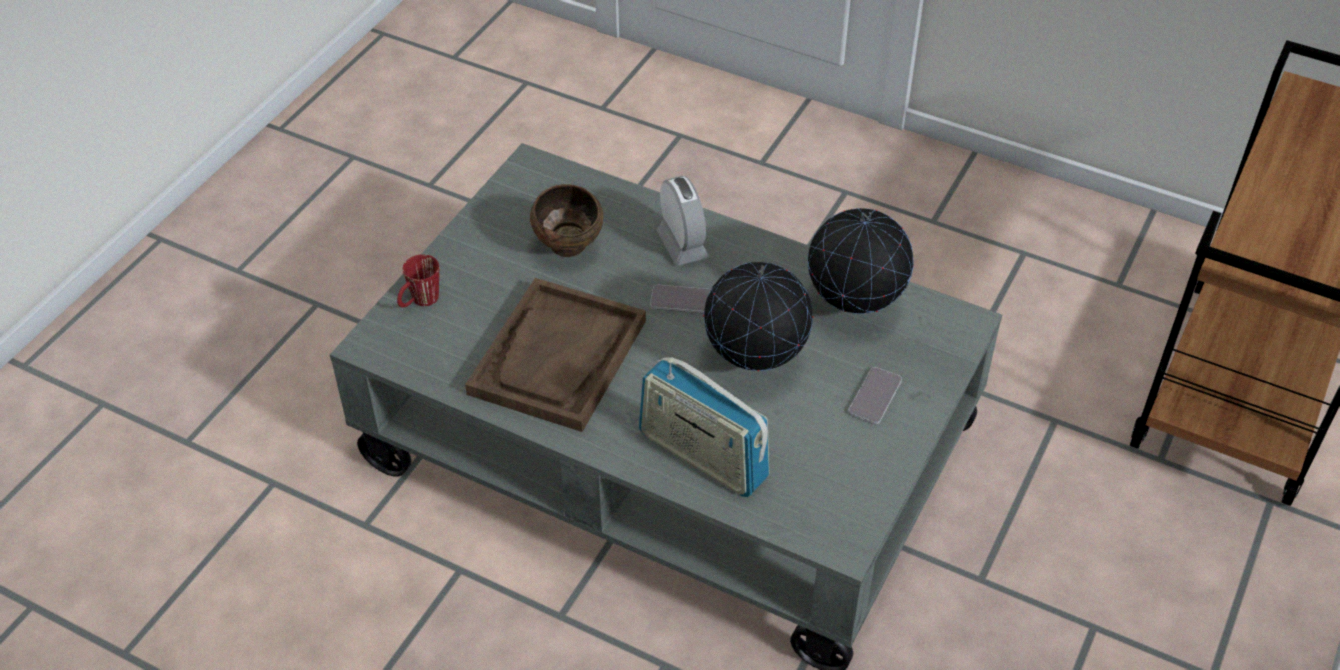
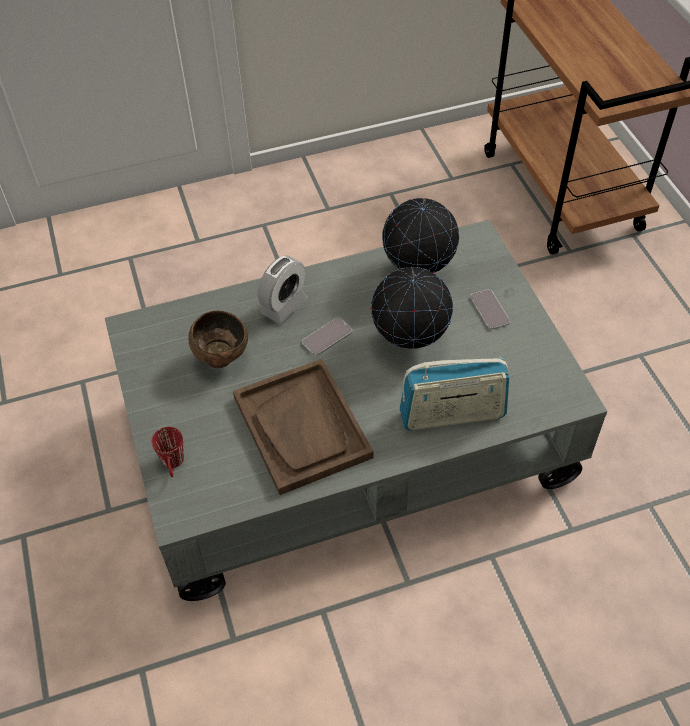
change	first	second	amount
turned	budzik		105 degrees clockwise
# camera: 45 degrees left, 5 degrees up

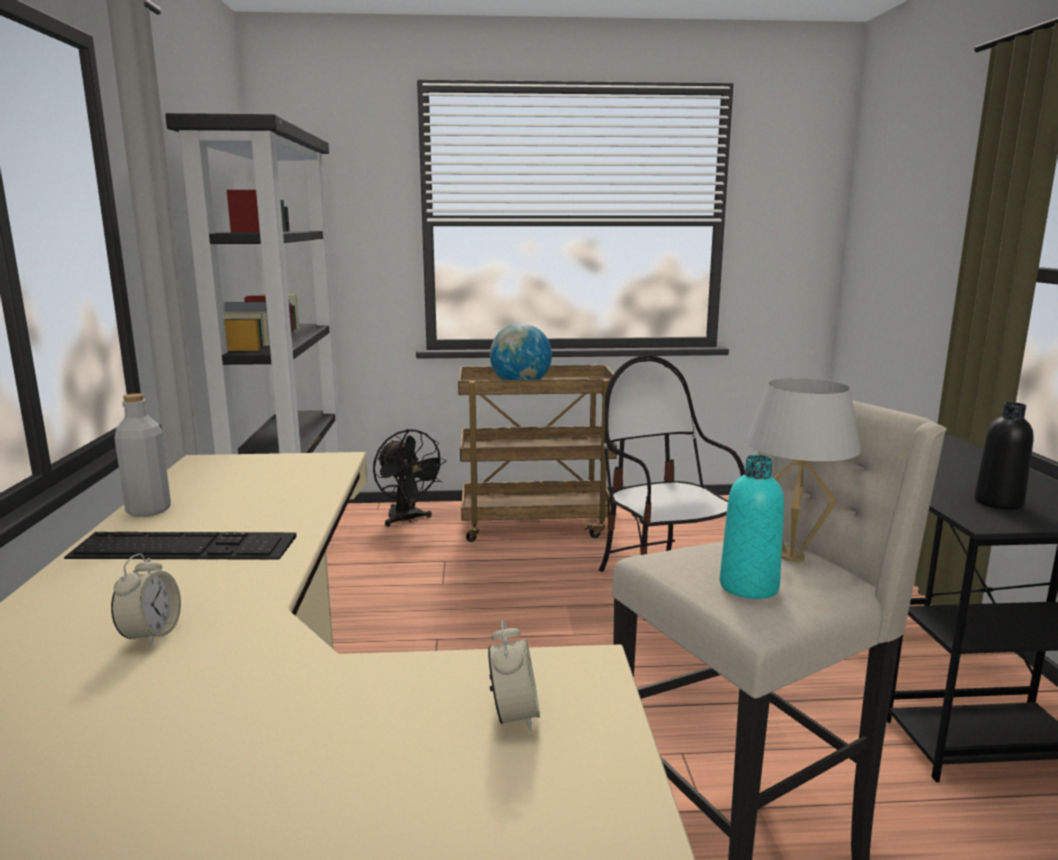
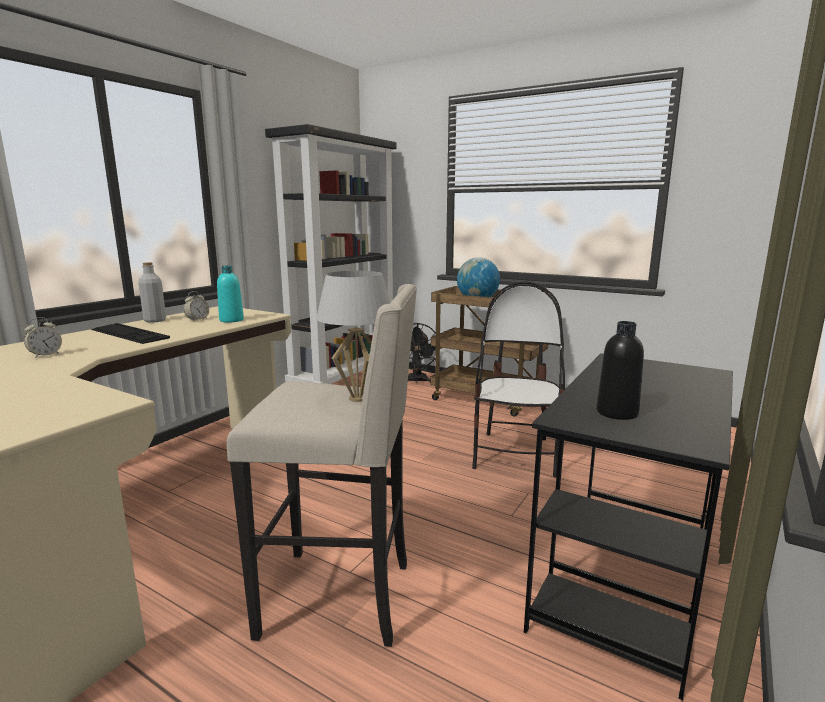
change	first	second	amount
moved	budzik (2nd from left)		
moved	butelka [turkusowy]		
# camera: 35 degrees right, 0 degrees up

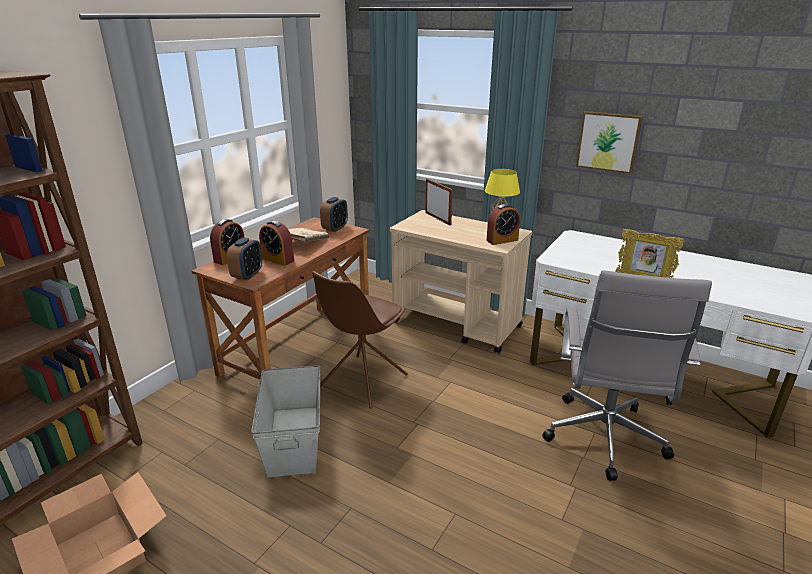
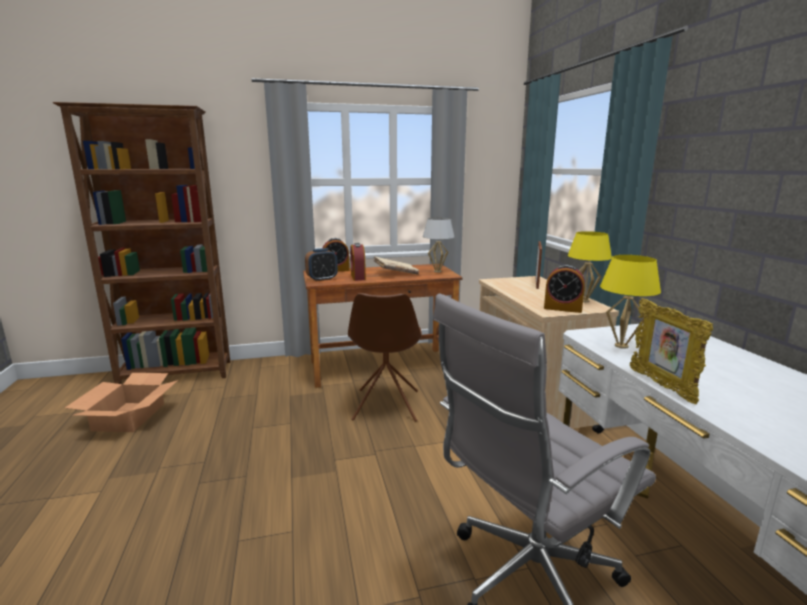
change	first	second	amount
removed	pojemnik do przechowywania [szary]		
turned	krzesło [brązowy]		75 degrees counterclockwise
replaced	budzik (4th from left)	lampa stołowa [biały]	
removed	obraz		
added		lampa stołowa [żółty] (2nd from left)	
# camera: 45 degrees right, 10 degrees down

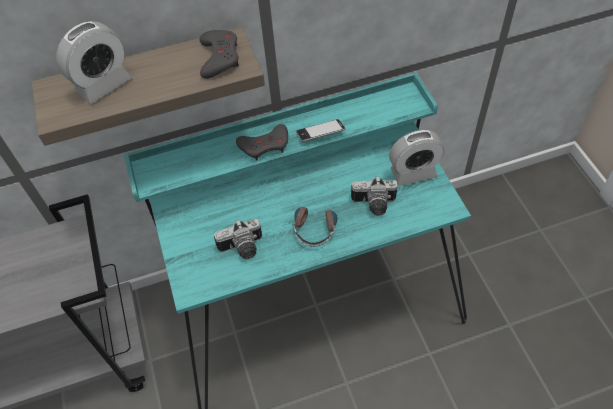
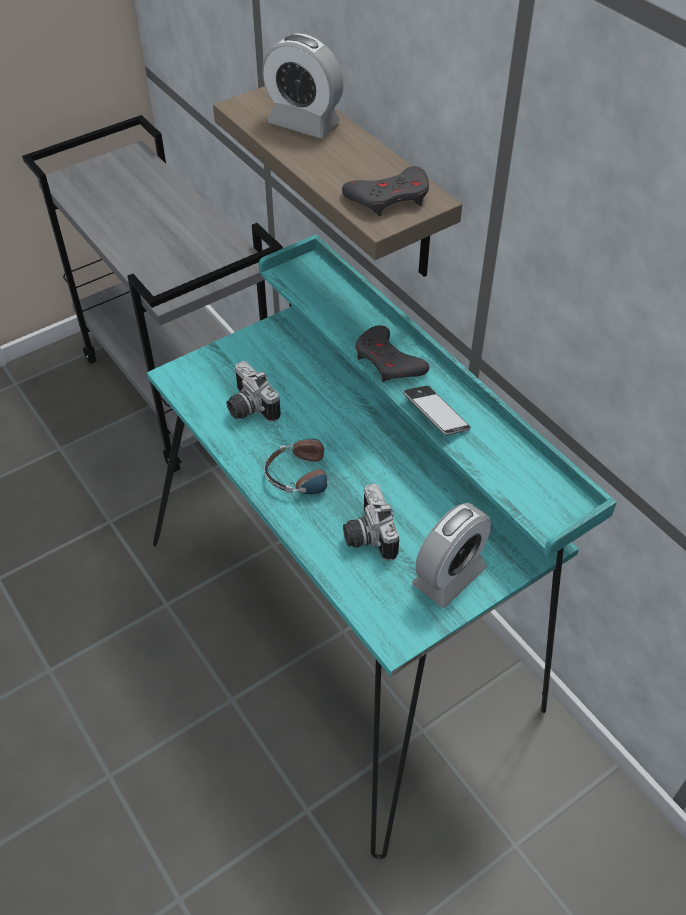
change	first	second	amount
turned	budzik (2nd from left)		105 degrees counterclockwise
# camera: 70 degrees right, 5 degrees down

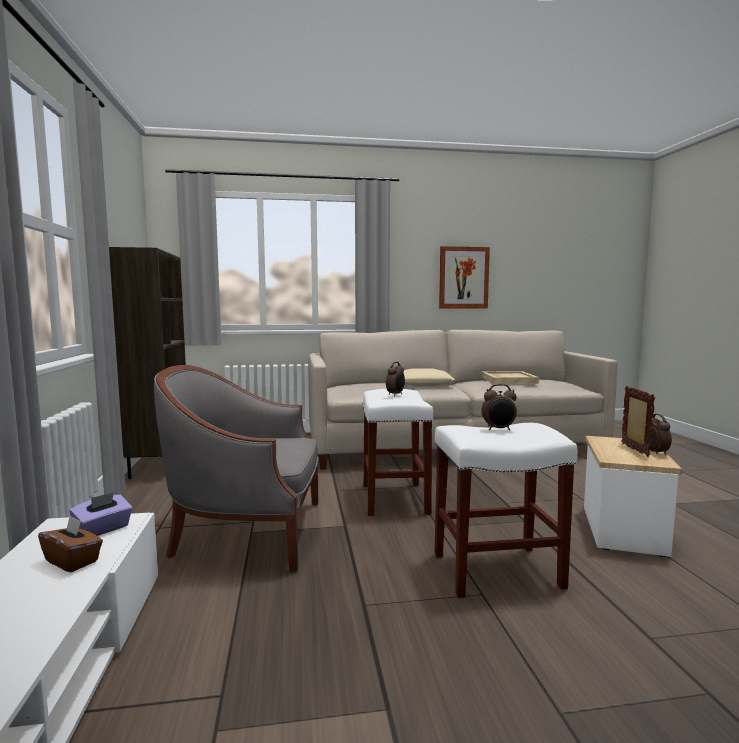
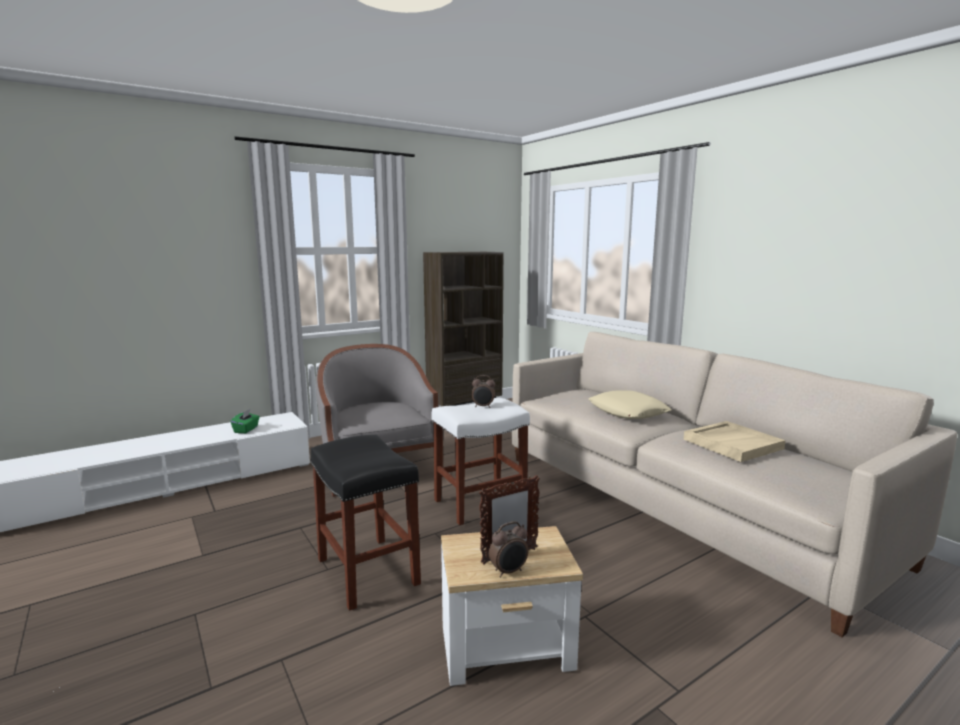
change	first	second	amount
recoloured	pudełko chusteczek [brązowy]	pudełko chusteczek [zielony]	
removed	pudełko chusteczek [fioletowy]		
recoloured	stołek [biały] (2nd from left)	stołek [czarny]	
removed	obraz		
removed	budzik (2nd from left)		
# camera: 65 degrees right, 5 degrees up

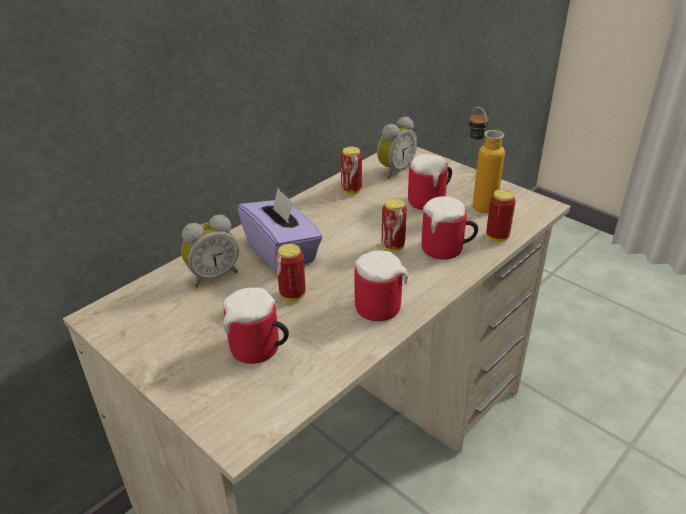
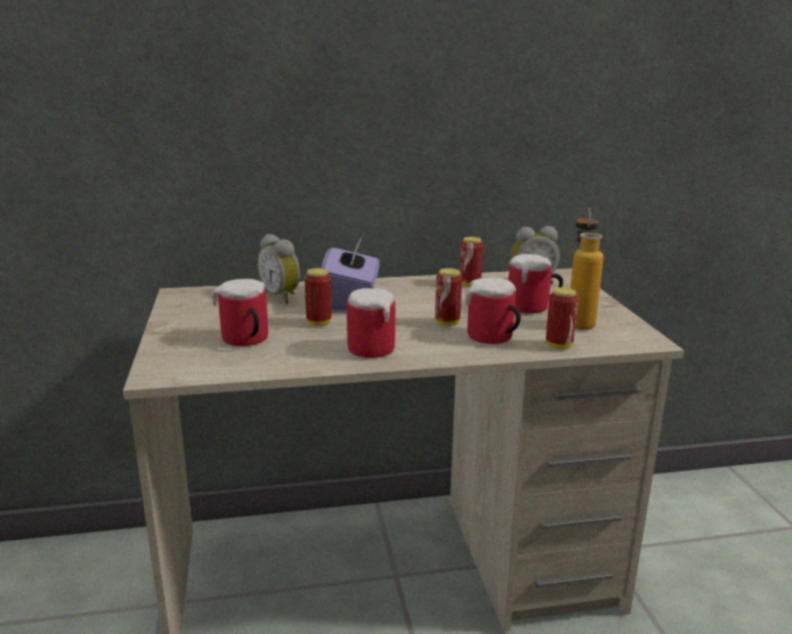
change	first	second	amount
turned	budzik (1st from left)		45 degrees clockwise
# camera: 35 degrees right, 15 degrees down

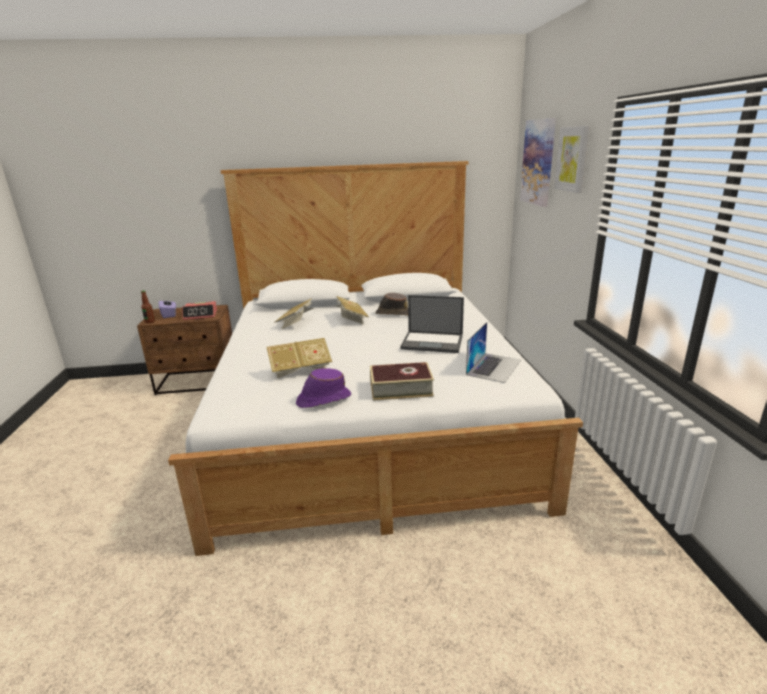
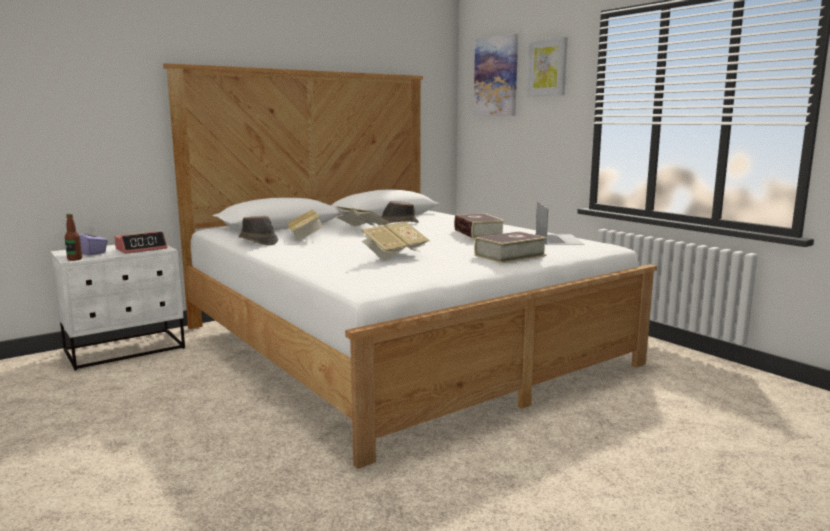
change	first	second	amount
recoloured	szafka nocna [brązowy]	szafka nocna [biały]	
removed	kapelusz [fioletowy]		
replaced	laptop (1st from left)	książka (4th from left)	
added		kapelusz [brązowy] (1st from left)	
# camera: 30 degrees left, 10 degrees down

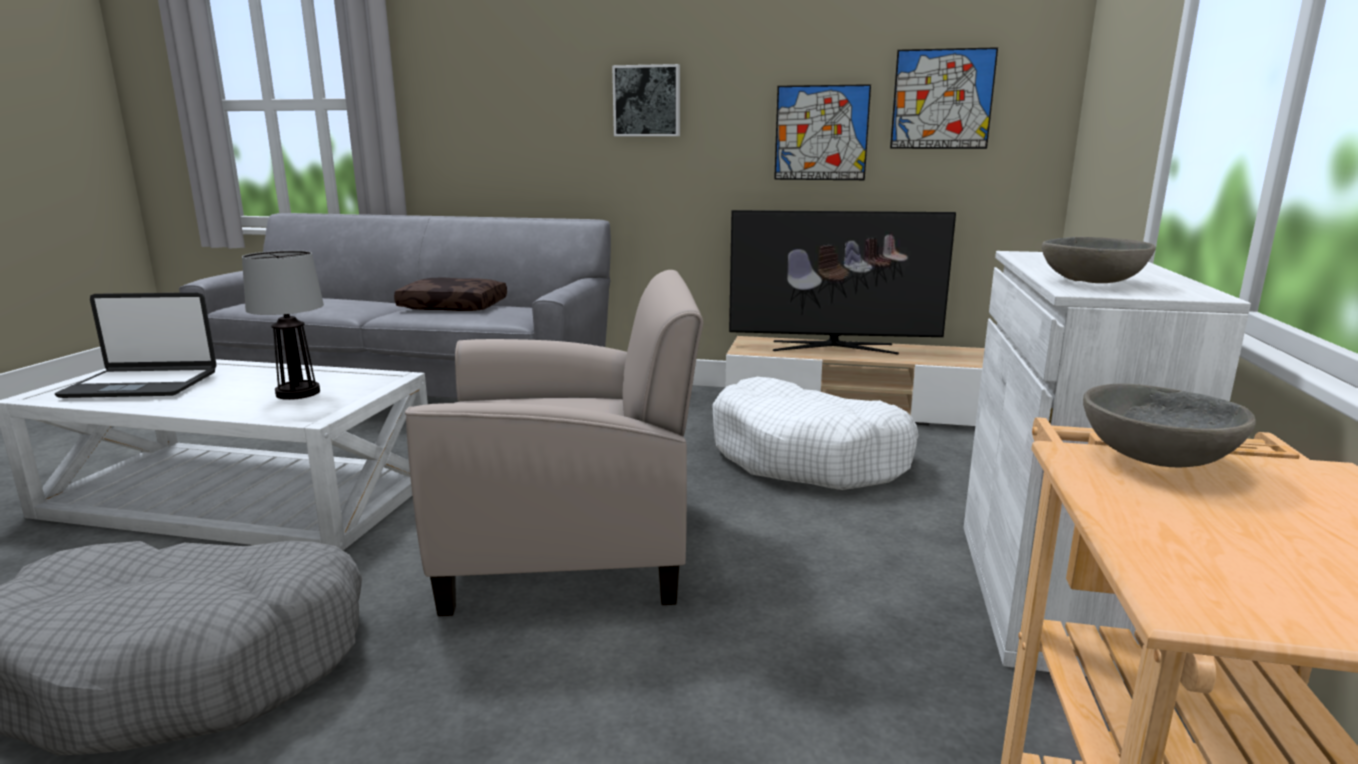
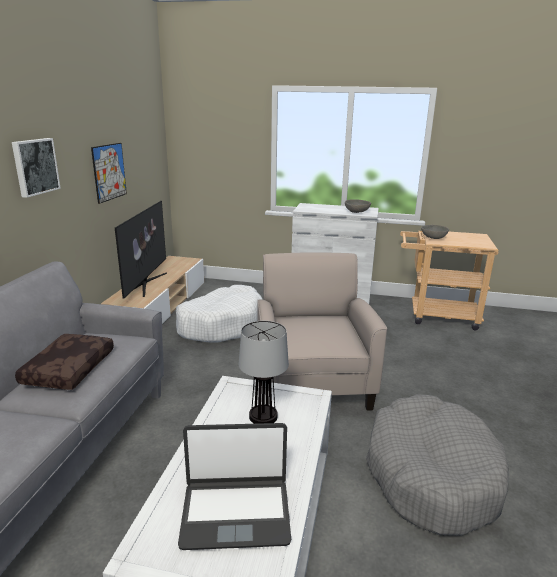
change	first	second	amount
turned	laptop		90 degrees clockwise
removed	obraz (3rd from left)		
# camera: 90 degrees left, 5 degrees up

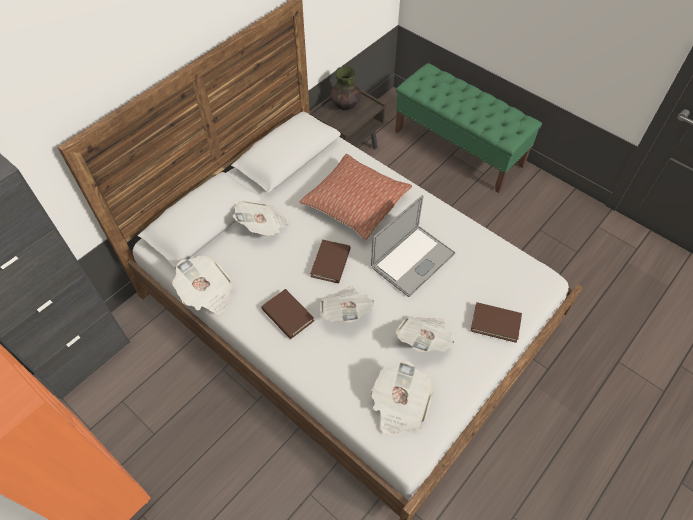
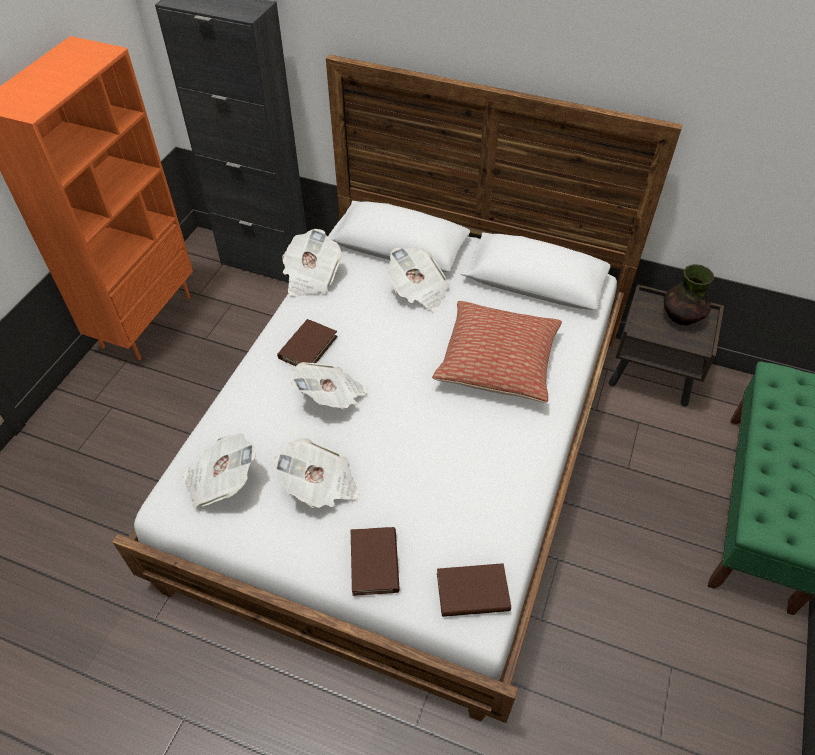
change	first	second	amount
moved	książka [brązowy] (2nd from left in the first image)	książka [brązowy] (3rd from left)	
removed	laptop		
# camera: 70 degrees right, 5 degrees down

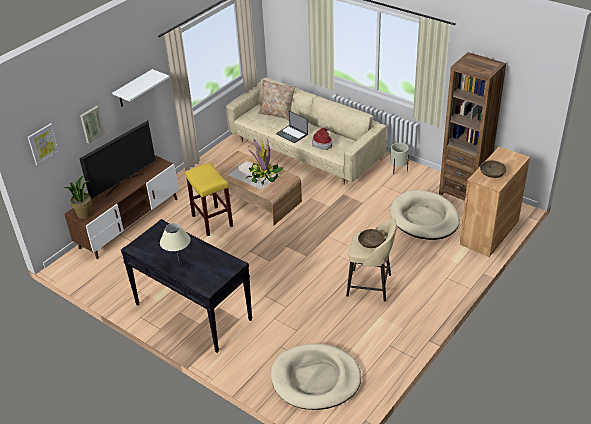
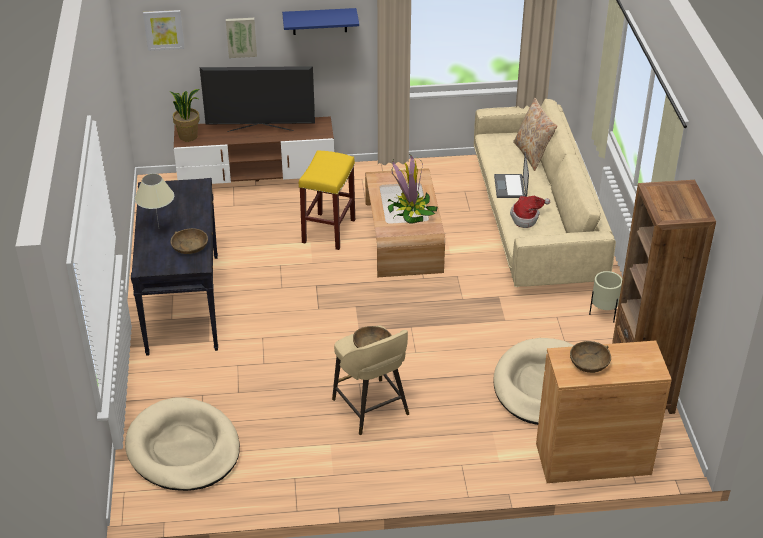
change	first	second	amount
recoloured	półka [biały]	półka [niebieski]	
added		miska [brązowy] (1st from left)	
# camera: 45 degrees right, 0 degrees up

